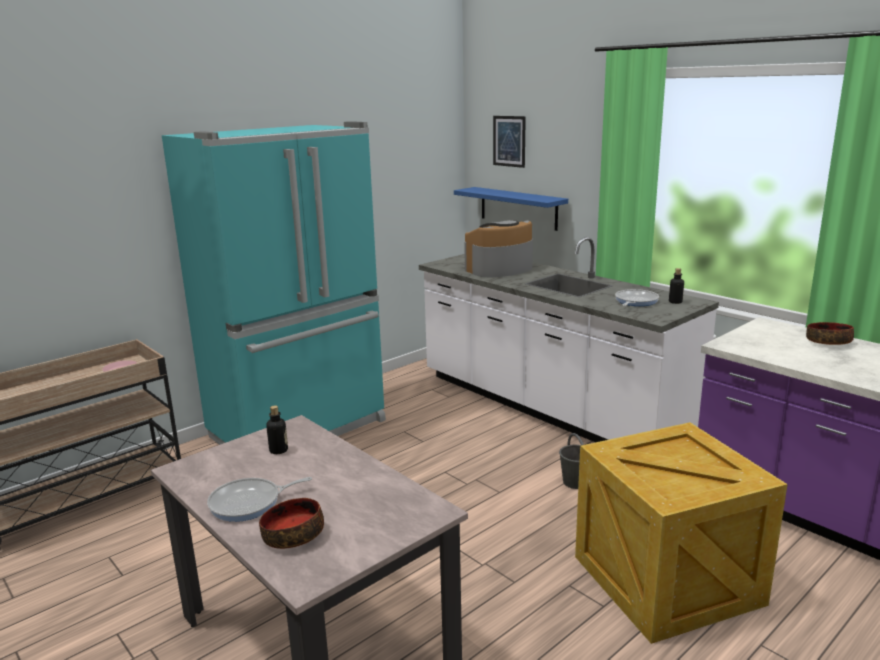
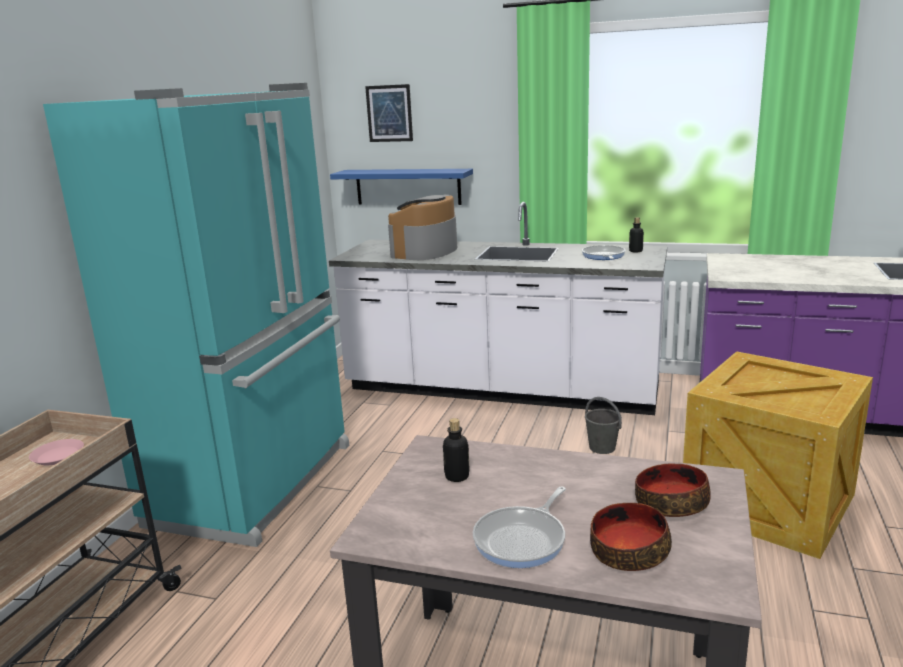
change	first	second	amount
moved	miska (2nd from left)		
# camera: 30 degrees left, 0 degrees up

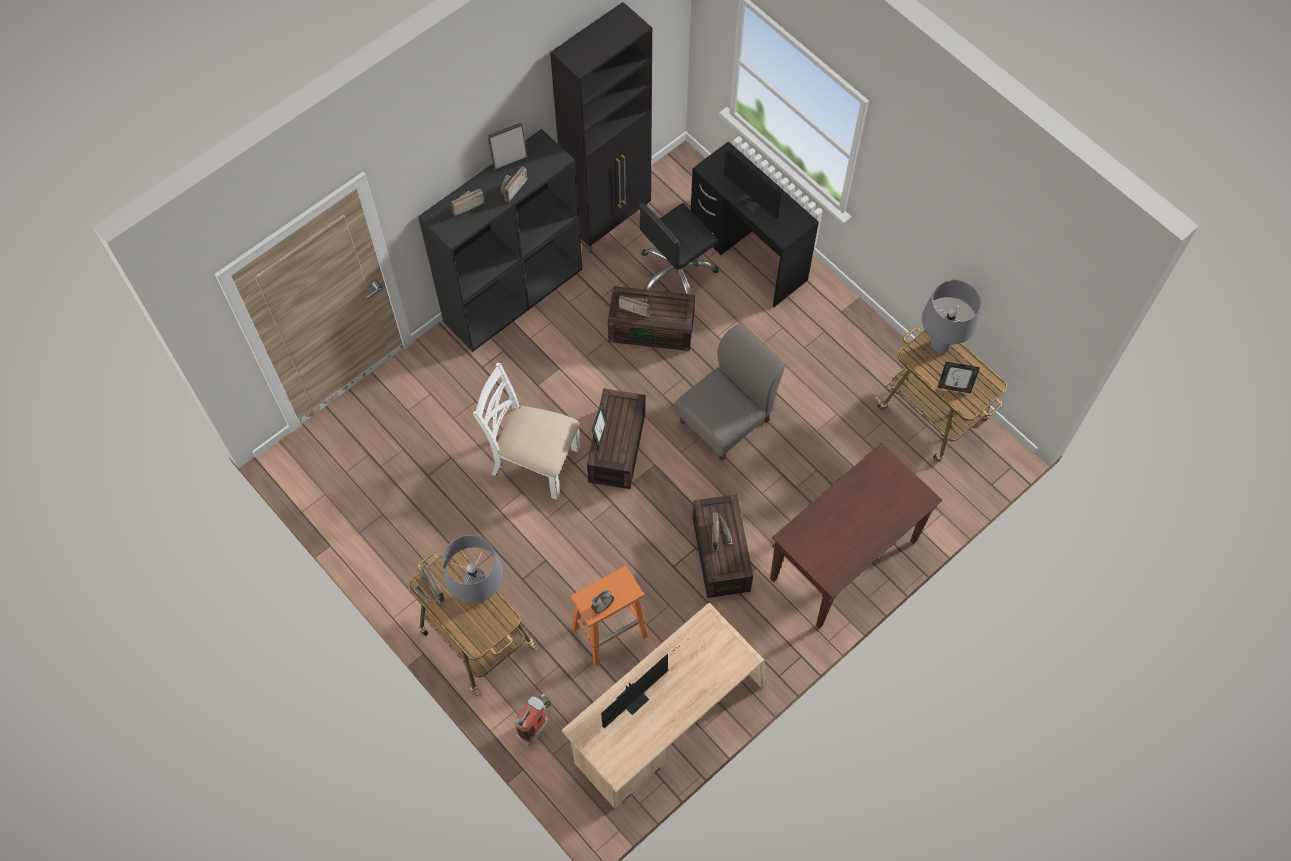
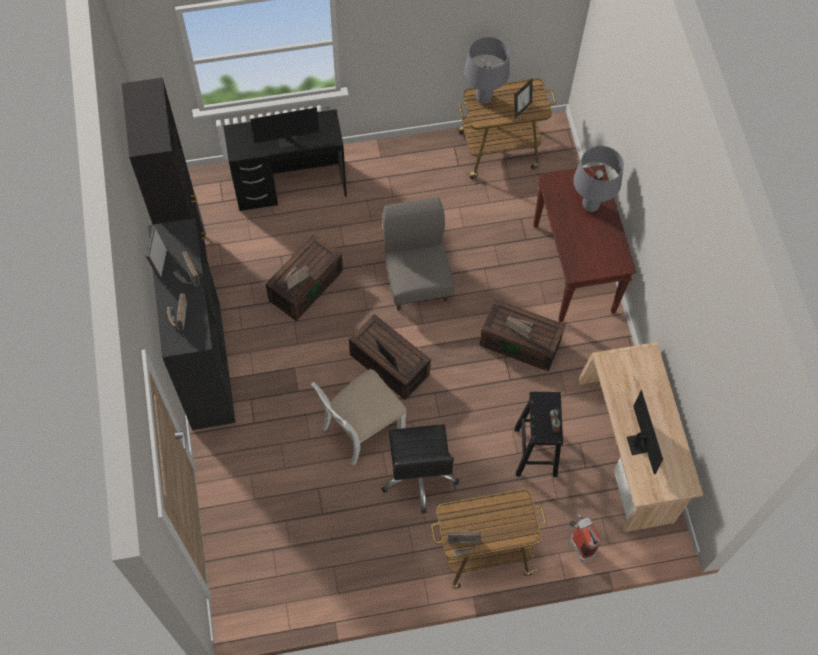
change	first	second	amount
moved	lampa stołowa [szary] (1st from left in the first image)	lampa stołowa [szary] (2nd from left)	
recoloured	stołek [pomarańczowy]	stołek [czarny]	
moved	krzesło biurowe [czarny]		
# camera: 60 degrees left, 0 degrees up

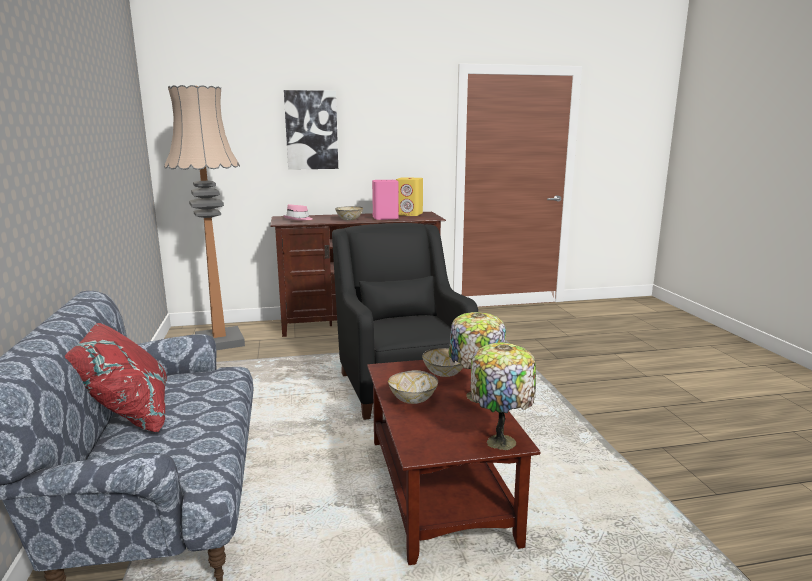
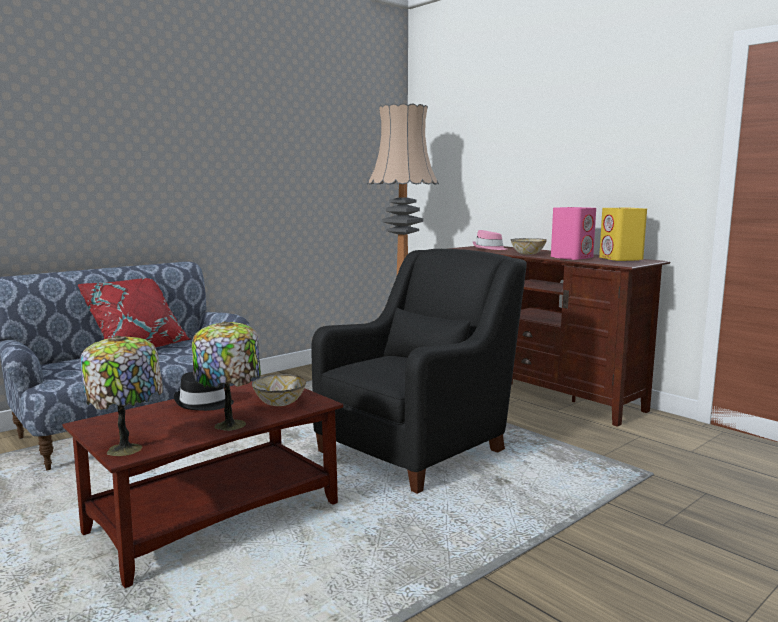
change	first	second	amount
removed	obraz		
replaced	miska (2nd from left)	kapelusz [czarny]	
# camera: 60 degrees right, 5 degrees down

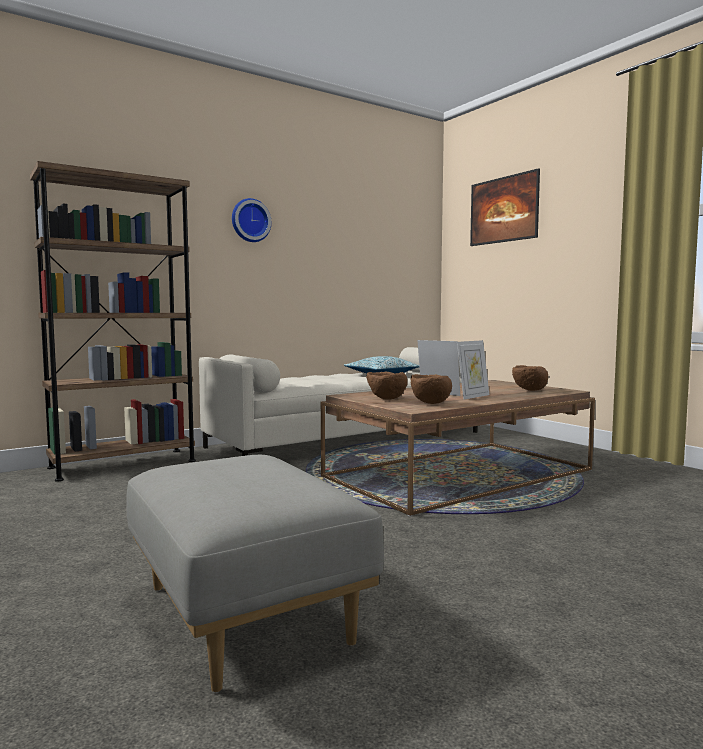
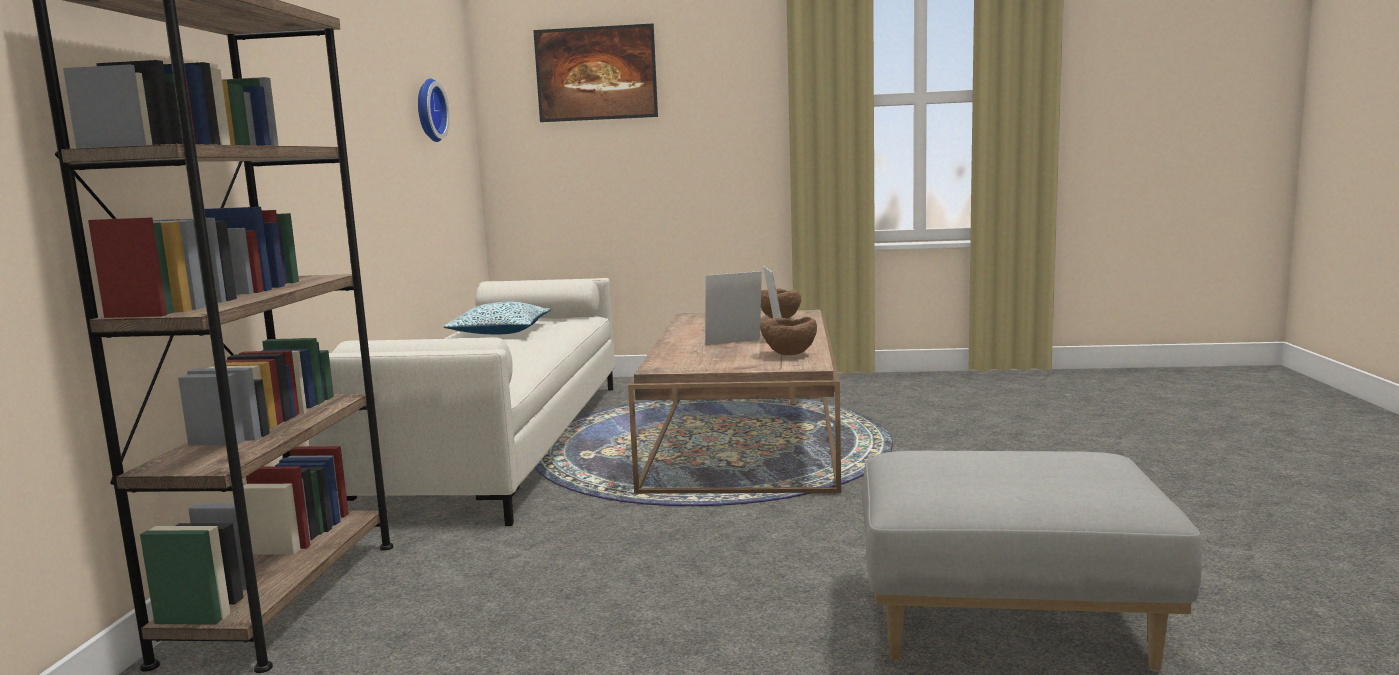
change	first	second	amount
moved	zegar ścienny		
removed	miska [brązowy] (1st from left)		
# camera: 50 degrees left, 5 degrees up

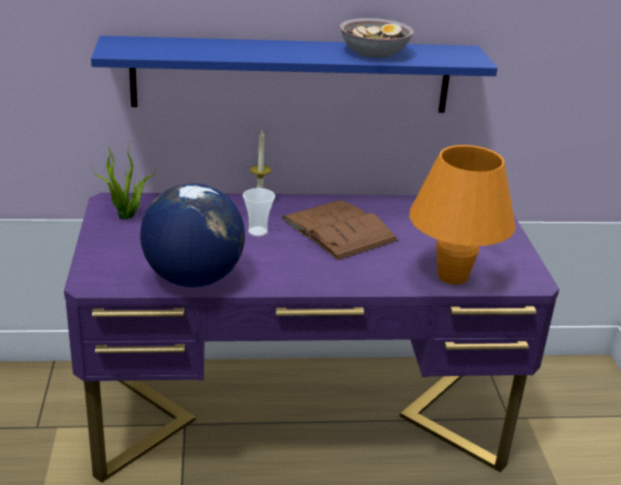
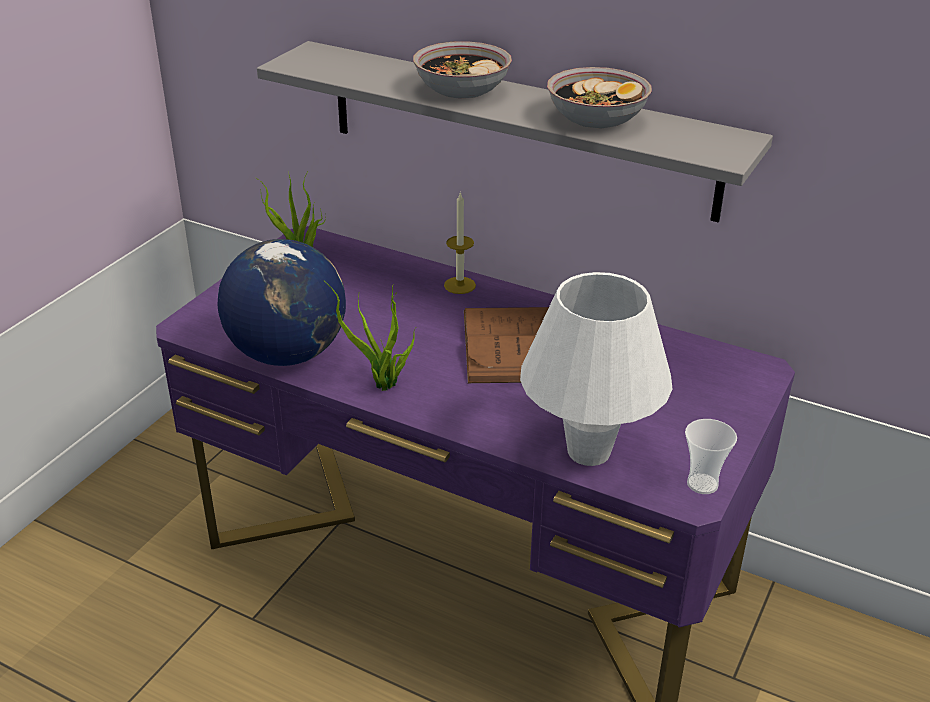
change	first	second	amount
recoloured	półka [niebieski]	półka [szary]	
moved	filiżanka		
recoloured	lampa stołowa [pomarańczowy]	lampa stołowa [biały]	
added		roślina doniczkowa (2nd from left)	
added		miska (1st from left)	
# camera: 35 degrees right, 5 degrees up

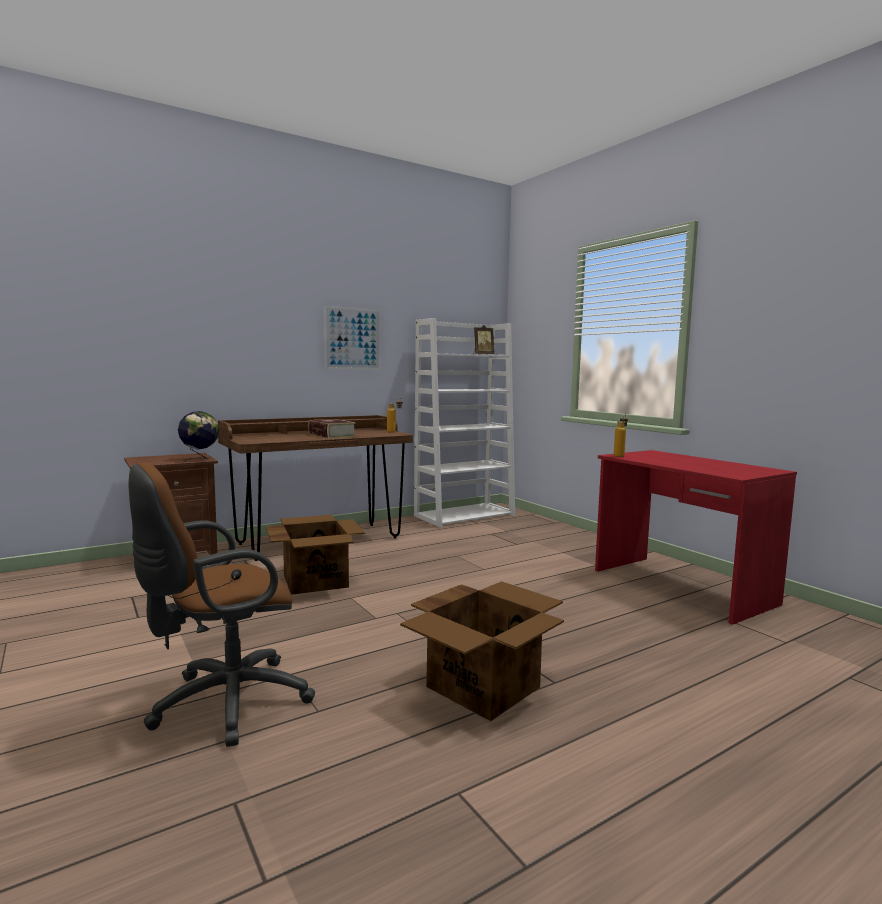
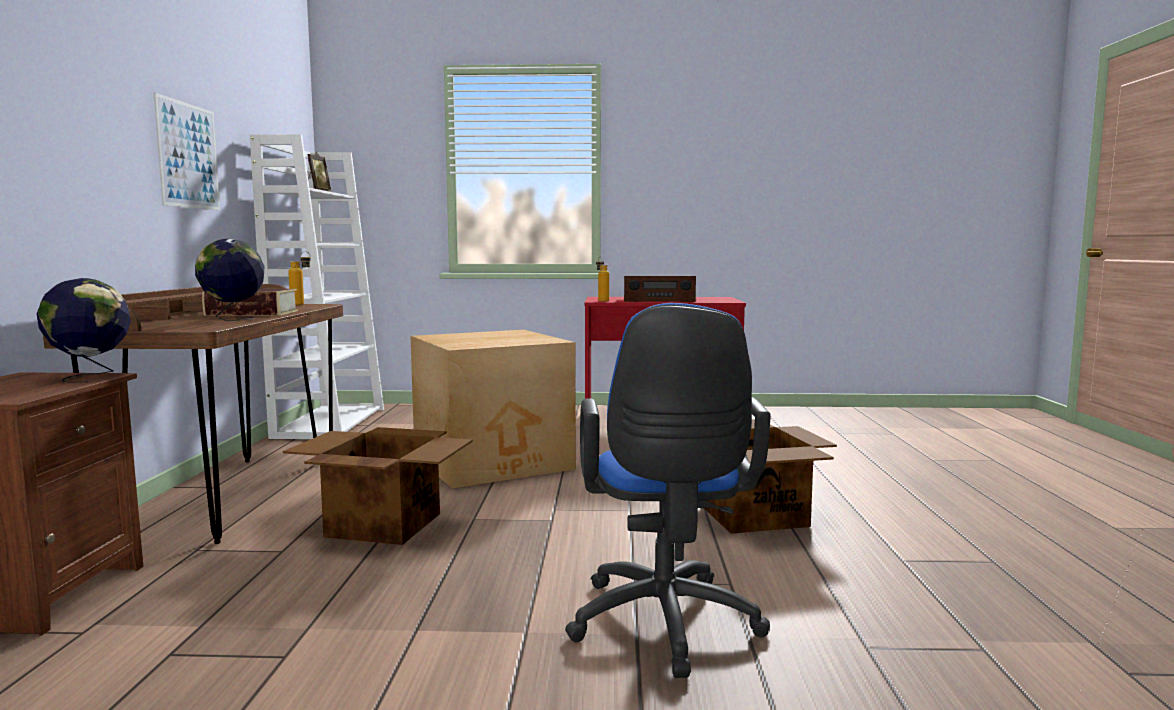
change	first	second	amount
recoloured	krzesło biurowe [brązowy]	krzesło biurowe [niebieski]	
added		globus (2nd from left)	
added		karton (2nd from left)	
added		radio	
# camera: 55 degrees left, 0 degrees up

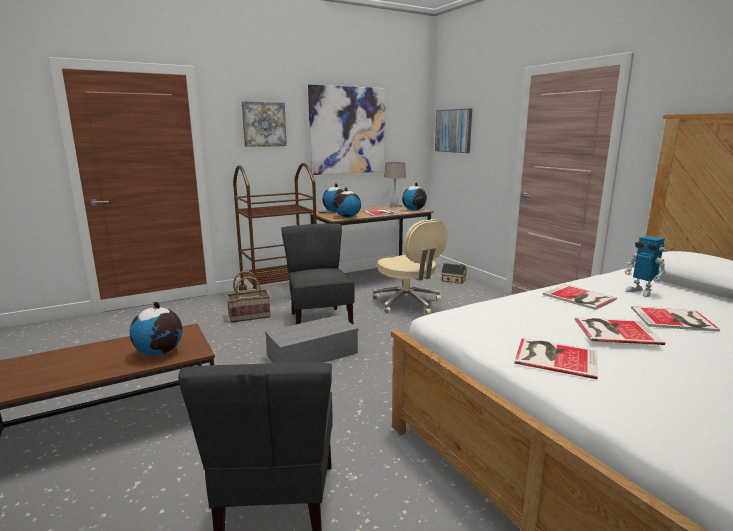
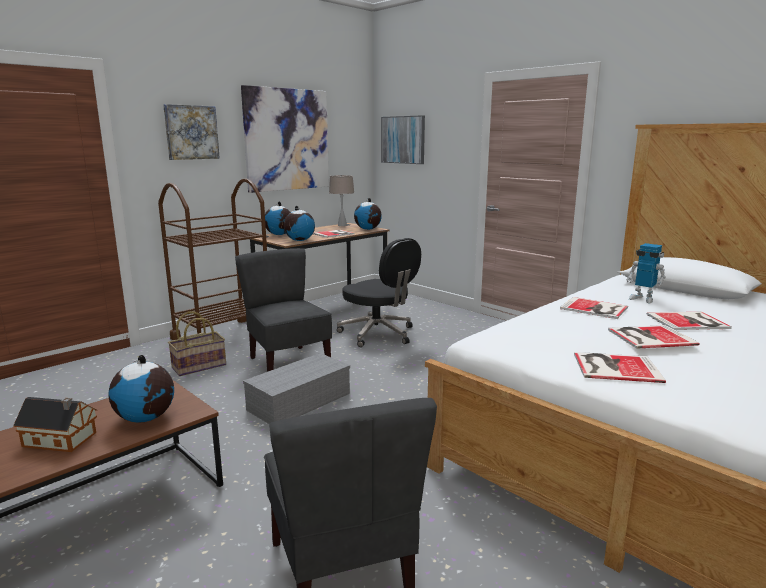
change	first	second	amount
recoloured	krzesło biurowe [beżowy]	krzesło biurowe [czarny]	
moved	domek		
# camera: 15 degrees left, 0 degrees up

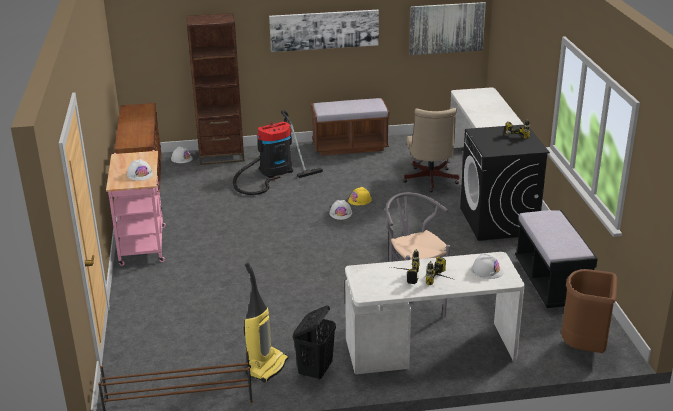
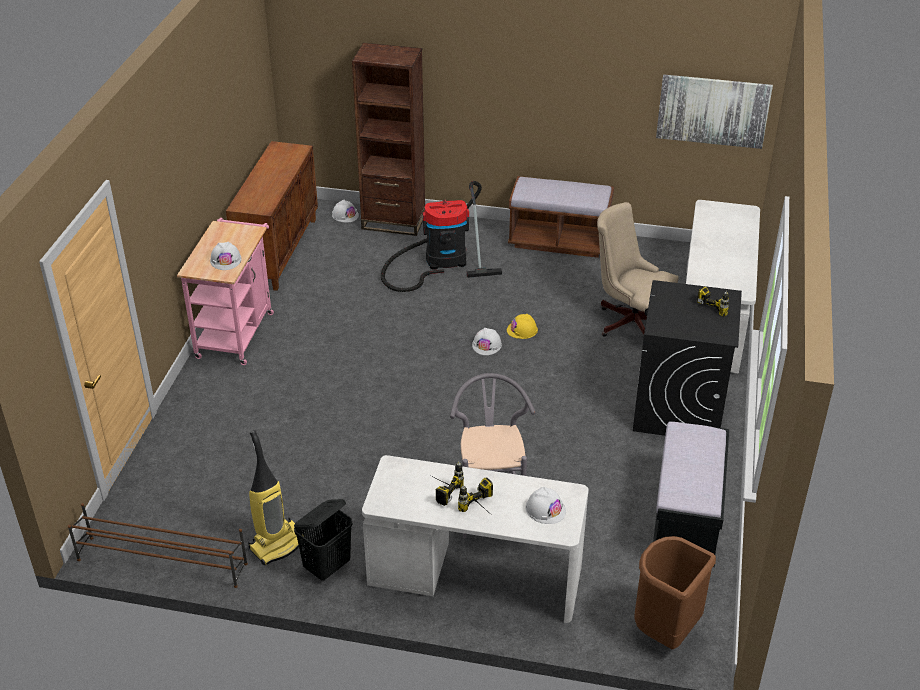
change	first	second	amount
removed	obraz (1st from left)		
turned	krzesło biurowe [beżowy]		105 degrees clockwise
# camera: 20 degrees right, 10 degrees up

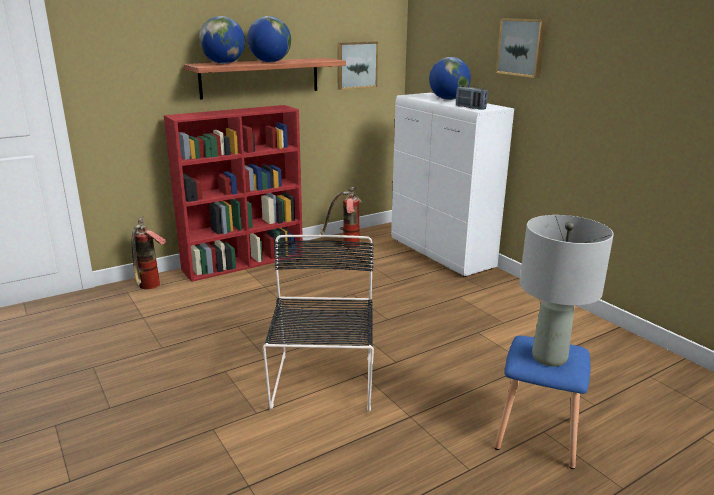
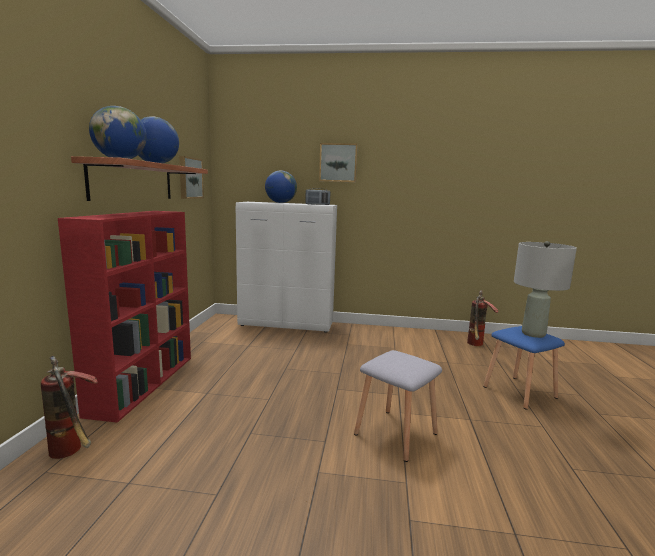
change	first	second	amount
replaced	krzesło [czarny]	stołek [szary]	
moved	gaśnica (2nd from left)		
# camera: 50 degrees left, 10 degrees down

